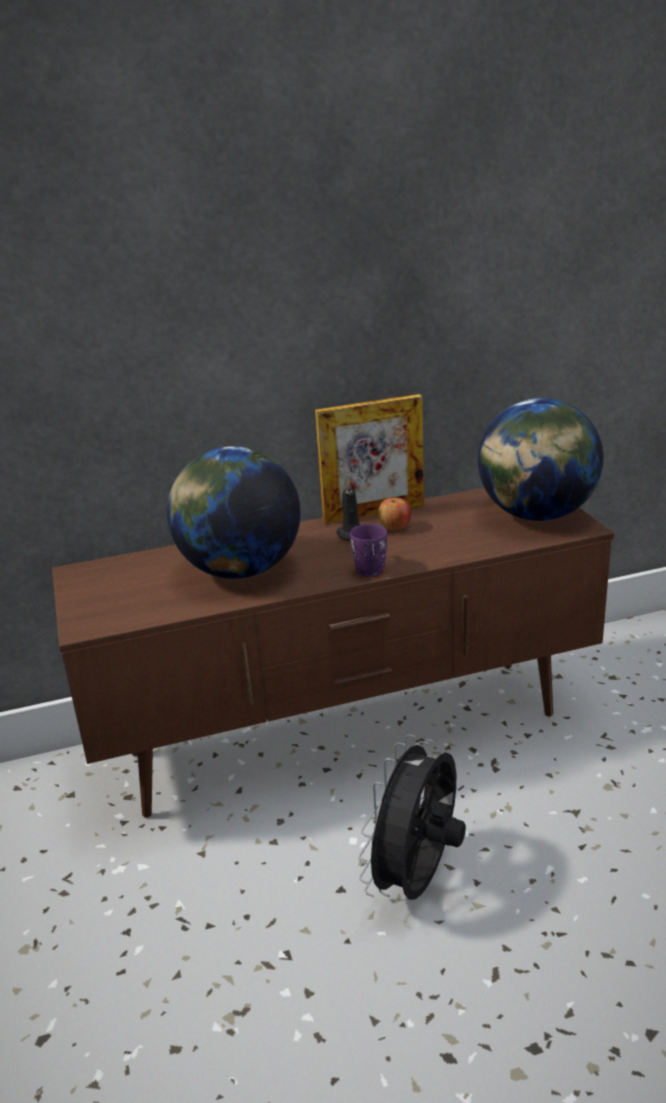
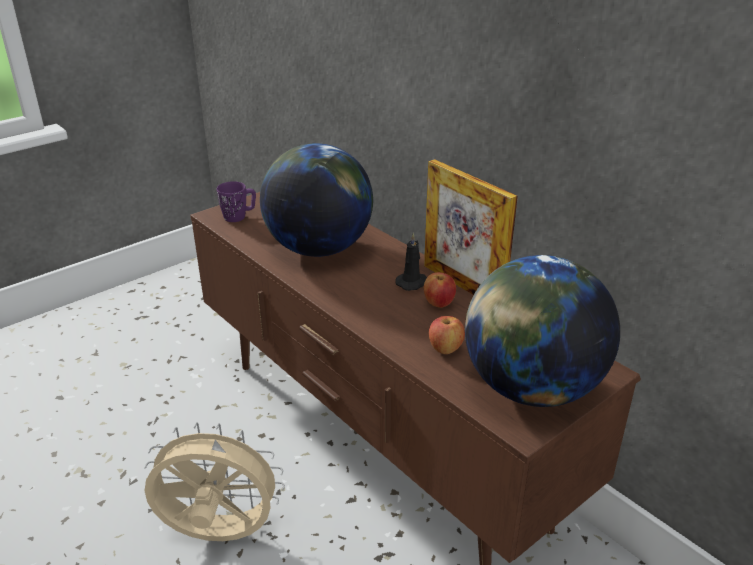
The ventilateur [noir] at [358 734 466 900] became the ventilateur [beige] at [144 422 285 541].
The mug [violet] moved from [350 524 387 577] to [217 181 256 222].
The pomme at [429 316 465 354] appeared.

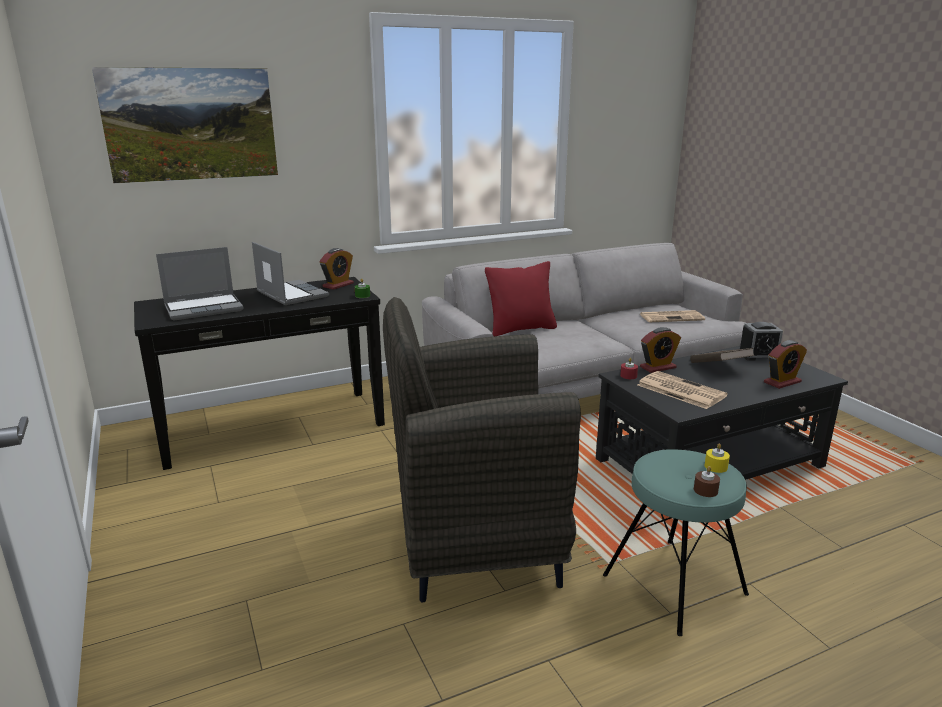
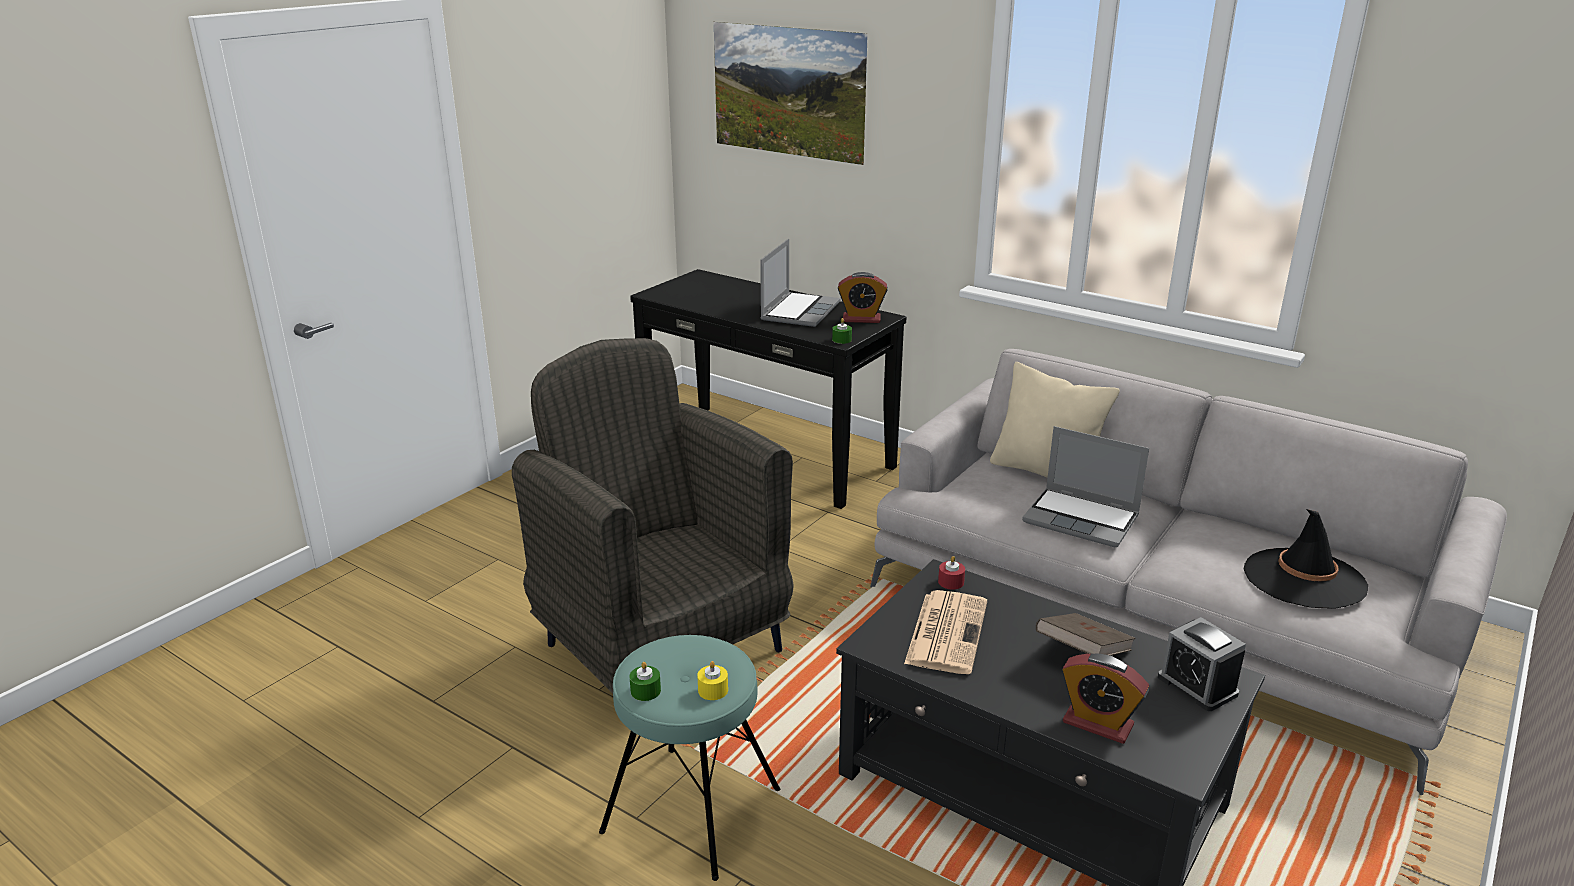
The bougie [marron] at [694 466 720 497] became the bougie [vert] at [630 662 661 701].
The coussin [rouge] at [485 261 557 336] became the coussin [beige] at [990 362 1120 478].
The ordinateur portable moved from [156 247 244 321] to [1022 426 1149 547].
The journal at [640 310 705 322] was replaced by the chapeau [noir] at [1244 509 1368 609].
The réveil at [640 327 681 373] disappeared.

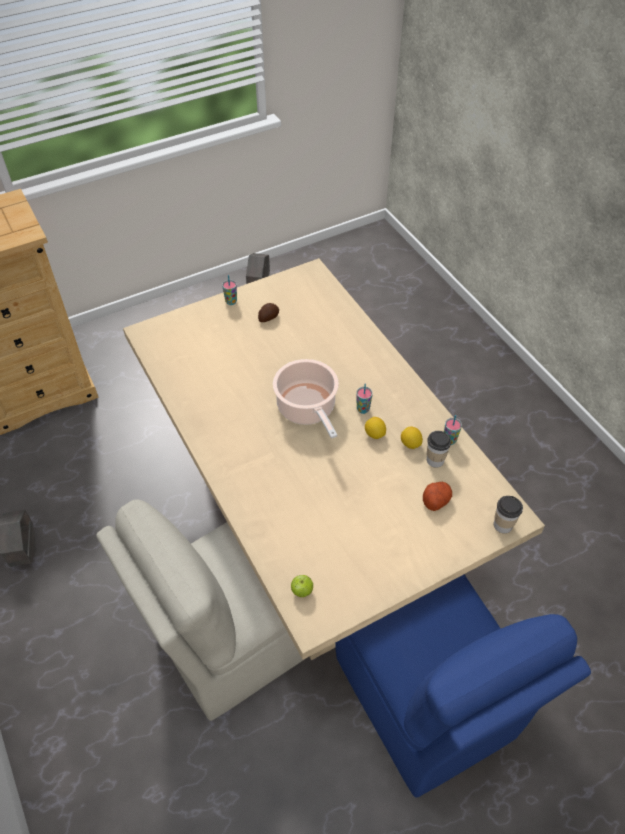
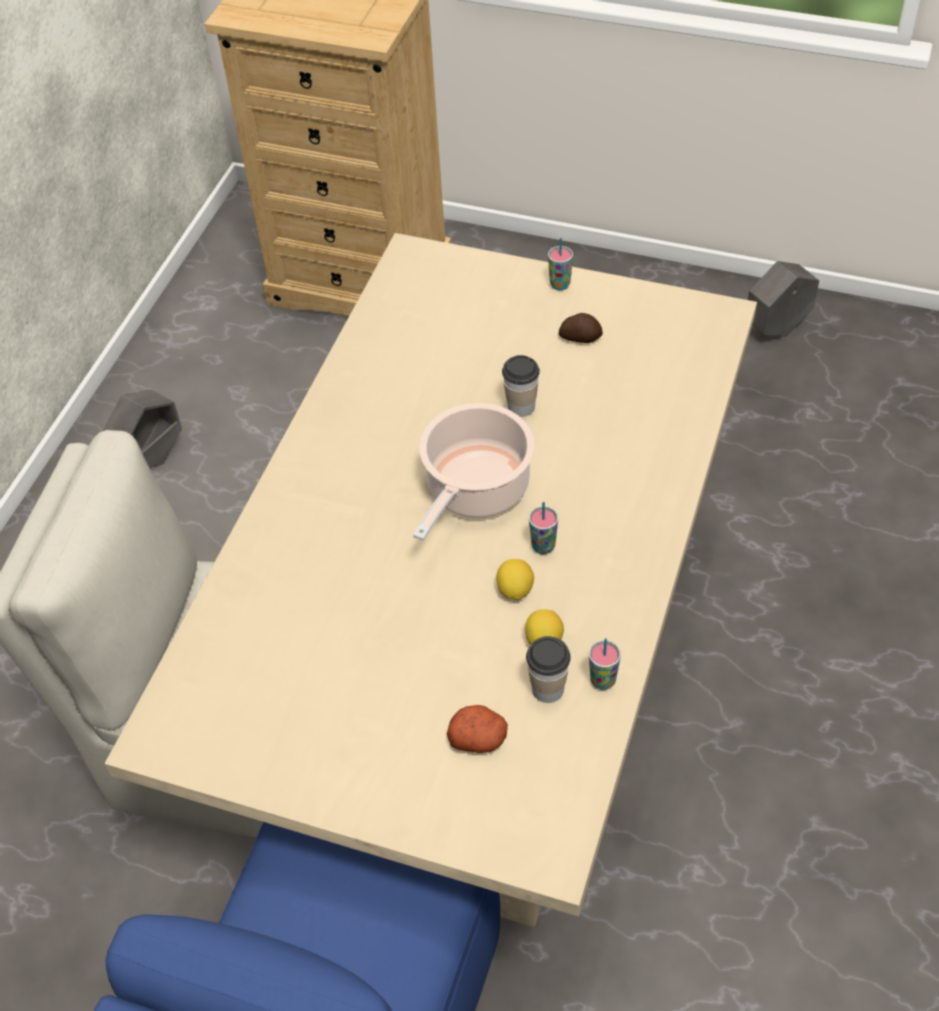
The tasse moved from [494 496 523 533] to [502 355 540 417].
The pomme at [291 575 313 597] disappeared.

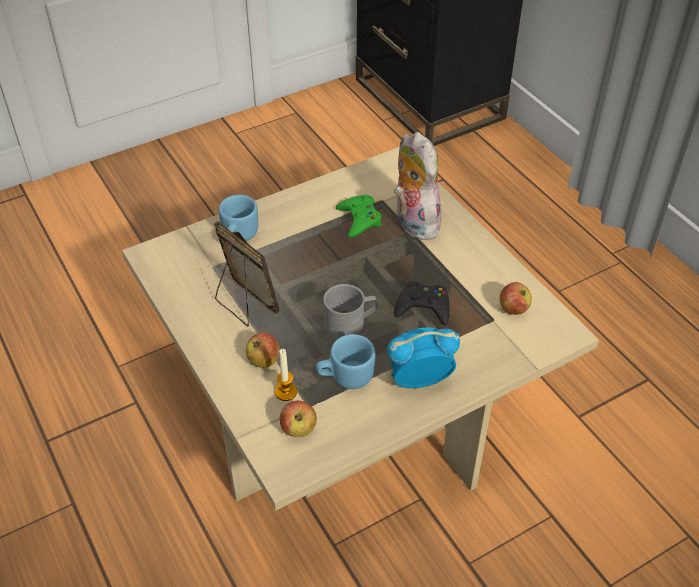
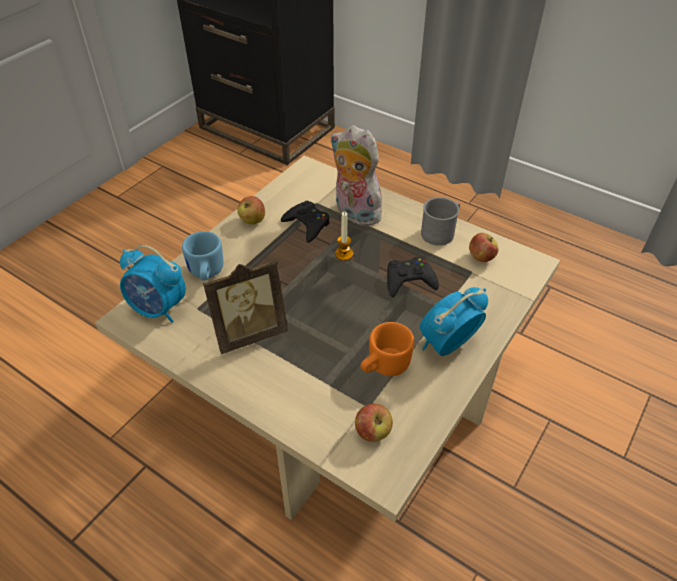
The réveil at [120 245 186 323] appeared.
The cadre photo at [214 221 280 326] turned 135 degrees clockwise.
The pomme moved from [246 332 279 368] to [237 196 265 225].
The manette [vert] at [336 195 381 238] became the manette [noir] at [281 201 330 243].
The bougie moved from [275 349 297 401] to [335 212 353 261].
The mug [bleu] at [316 334 376 389] became the mug [orange] at [361 322 414 376].
The mug [gris] moved from [323 284 378 339] to [421 197 460 246].

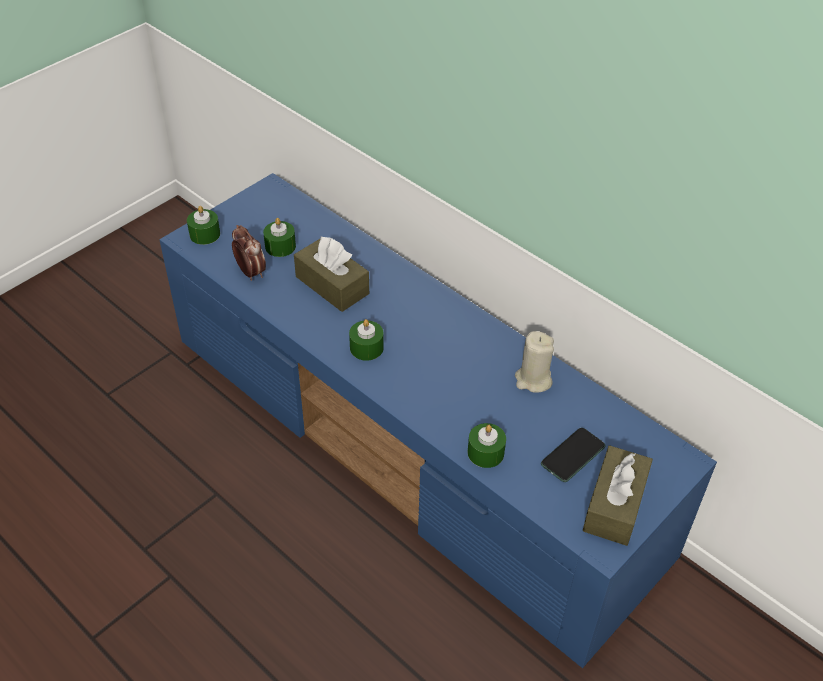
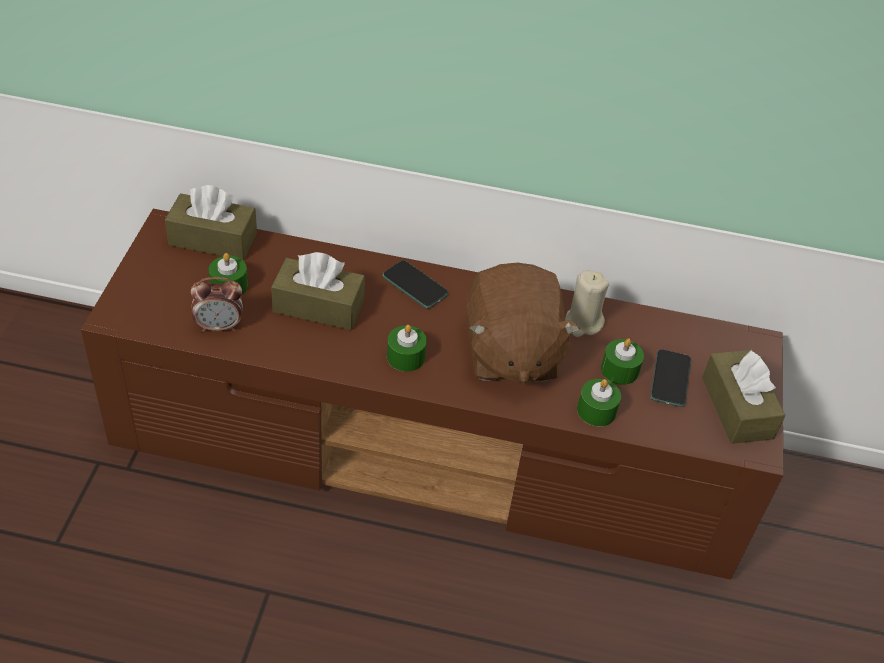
The meuble télé [bleu] at [159 173 717 668] became the meuble télé [marron] at [81 209 783 580].
The boîte à mouchoirs [marron] at [165 185 257 260] appeared.
The réveil at [232 225 266 281] turned 150 degrees clockwise.
The téléphone at [382 260 449 309] appeared.
The peluche [marron] at [467 262 580 383] appeared.
The bougie [vert] moved from [187 206 220 245] to [601 338 644 385].

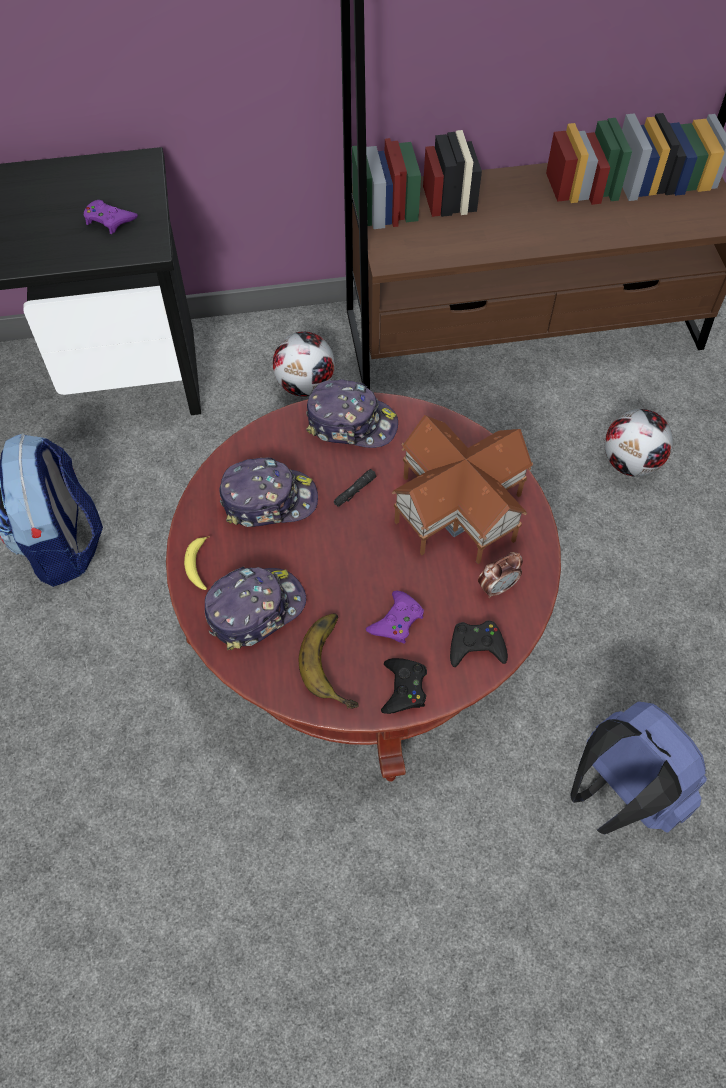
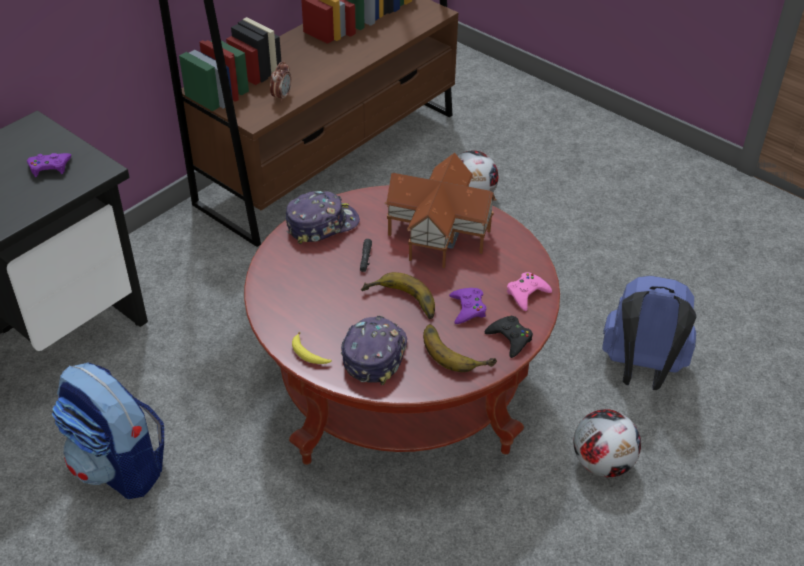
The réveil moved from [478 552 523 598] to [270 61 292 103].
The banane at [361 272 435 319] appeared.
The manette [noir] at [450 621 508 667] became the manette [rose] at [507 272 552 311].
The ballon de foot moved from [273 332 335 397] to [574 409 641 477].
The casquette at [220 458 318 527] disappeared.

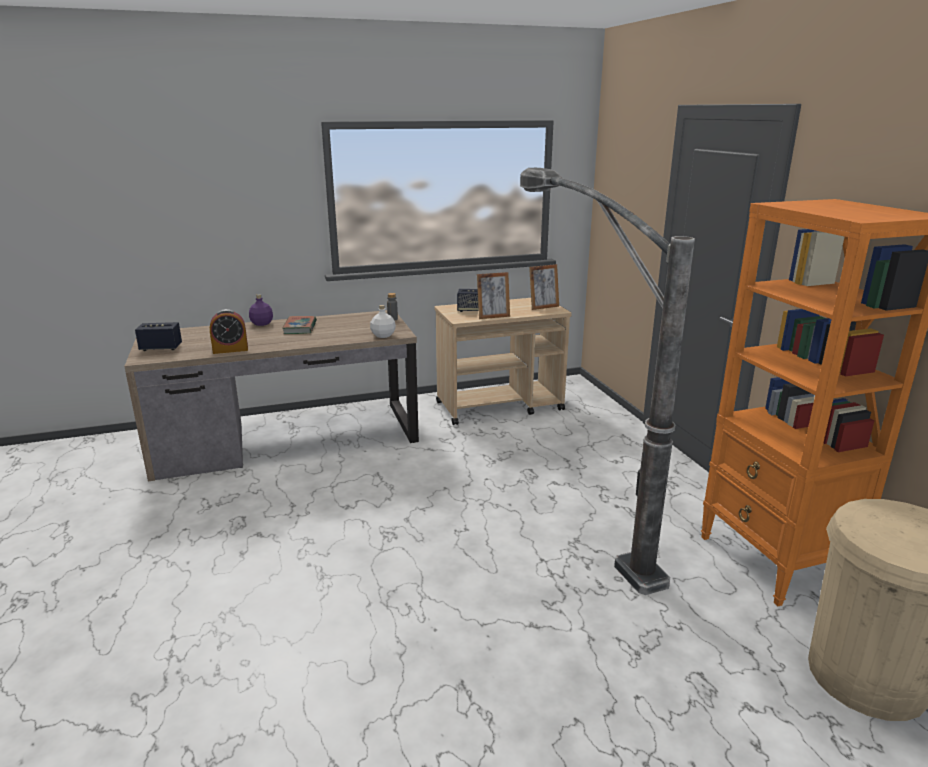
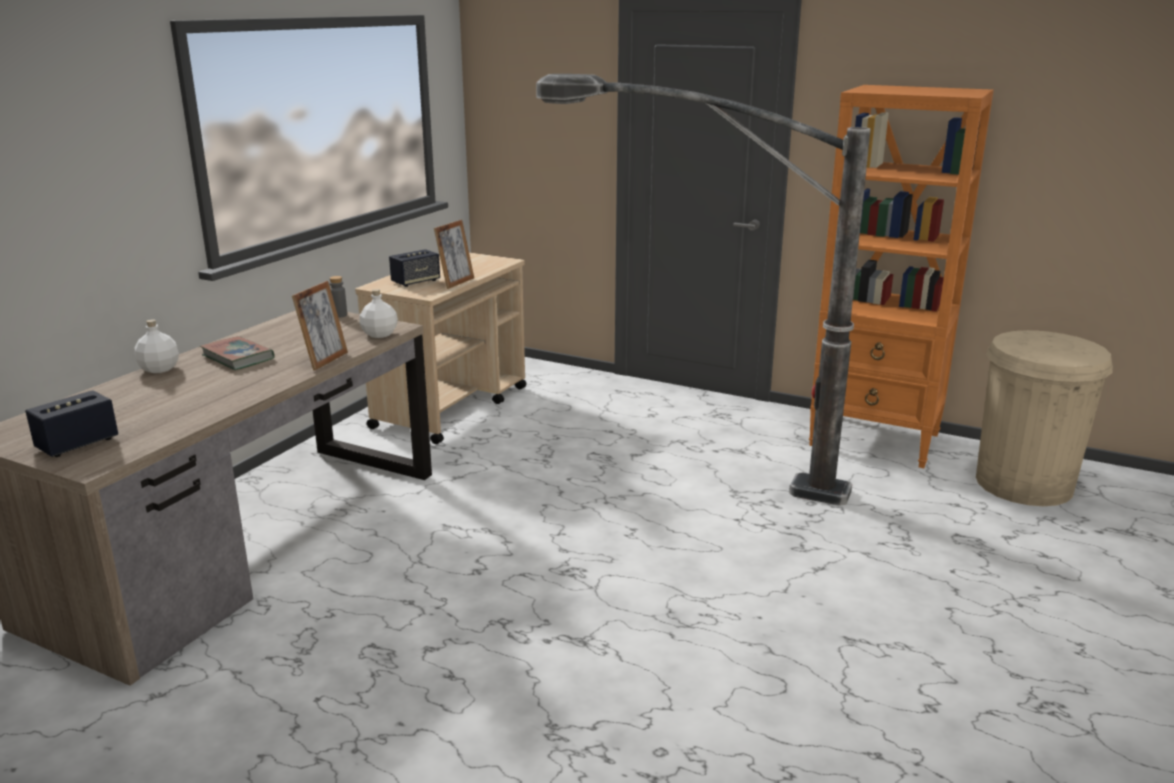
The bouteille [violet] at [249 294 273 326] became the bouteille [blanc] at [135 319 179 373].
The cadre photo moved from [529 264 559 310] to [292 281 348 371].
The réveil at [210 309 248 354] disappeared.

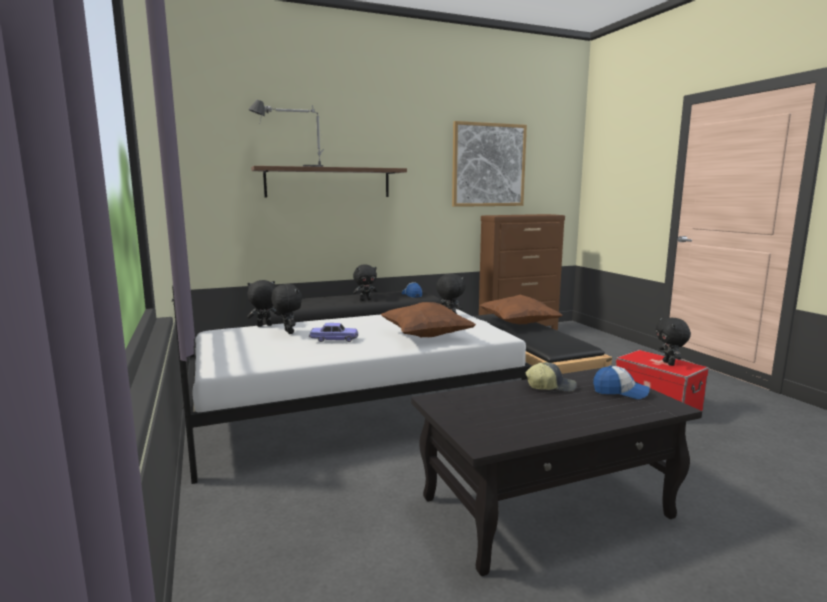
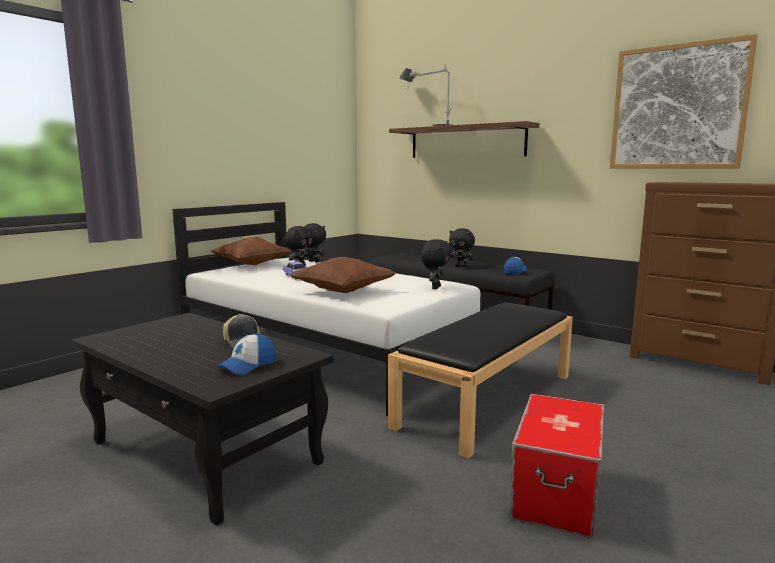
The coussin [marron] moved from [480 295 562 324] to [211 237 292 265].
The casquette at [593 366 650 399] turned 45 degrees clockwise.
The peluche [noir] at [656 318 691 366] disappeared.

